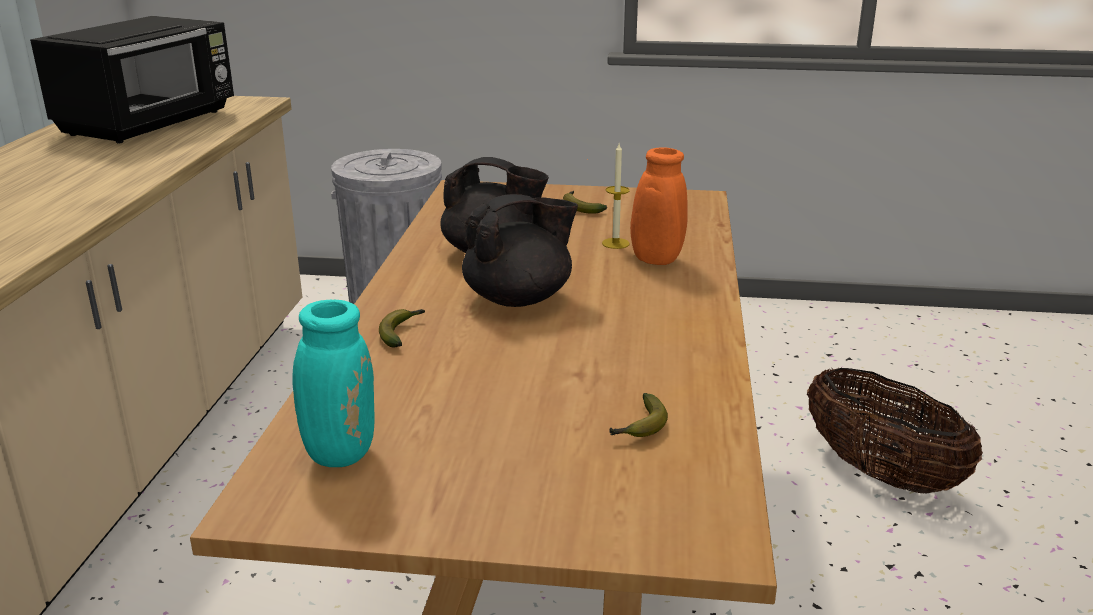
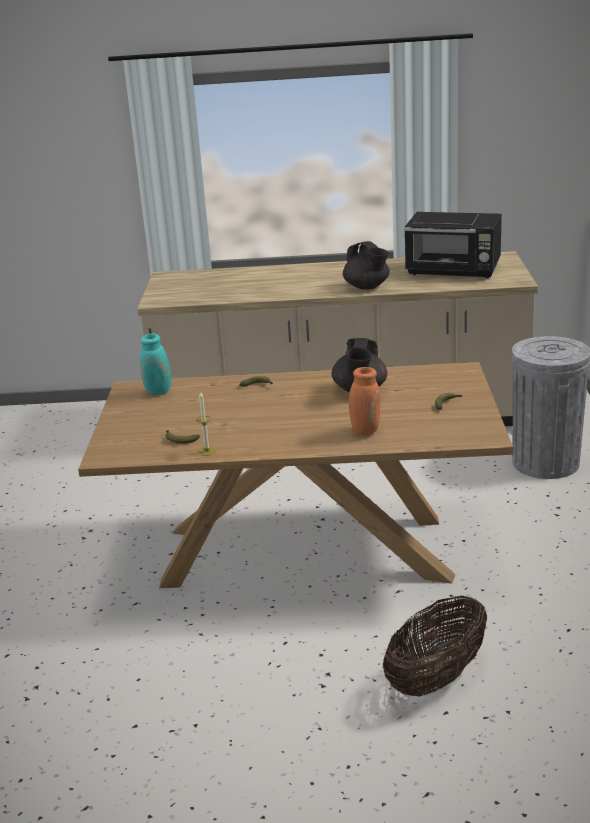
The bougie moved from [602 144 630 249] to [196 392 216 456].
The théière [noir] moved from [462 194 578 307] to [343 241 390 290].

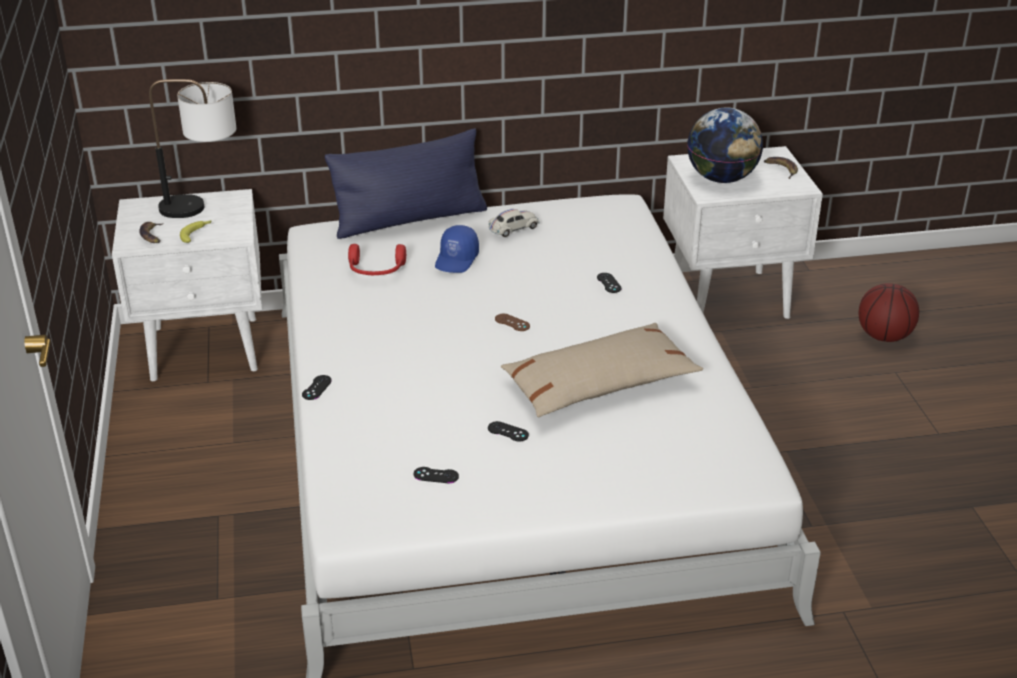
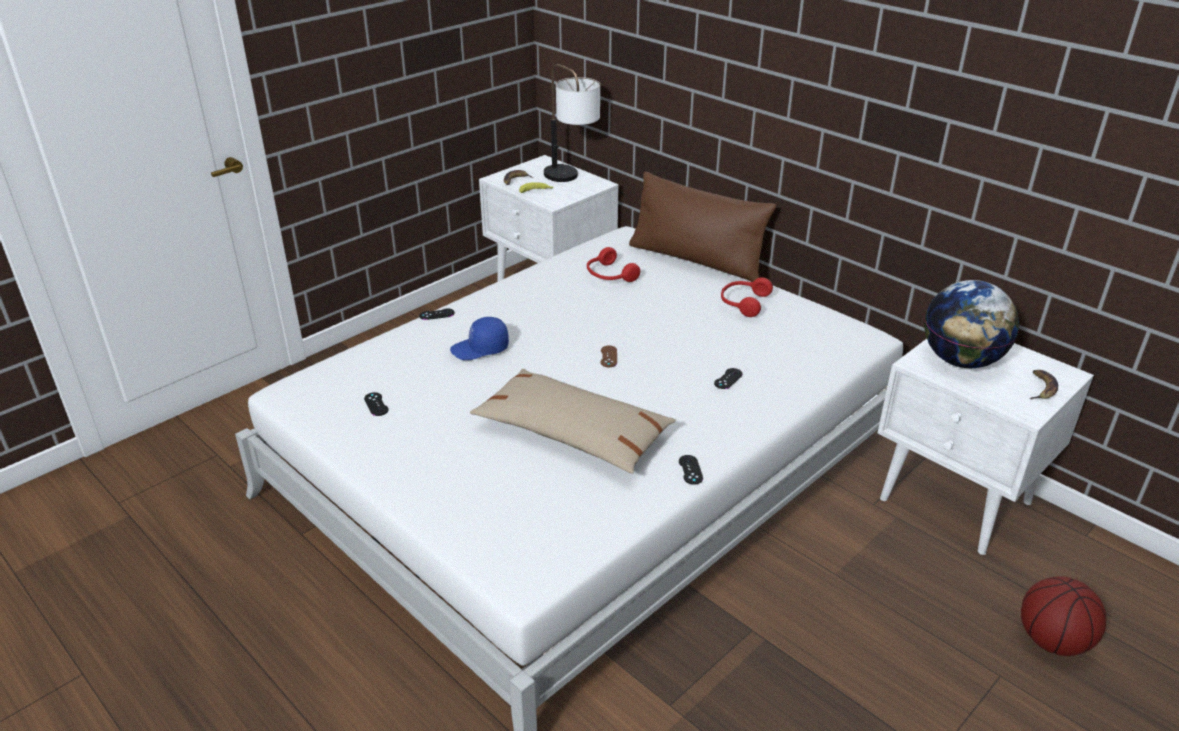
The casquette [bleu] moved from [435 225 479 273] to [450 317 509 360].
The coussin [bleu] at [325 129 487 239] became the coussin [marron] at [629 171 776 282].
The manette [noir] moved from [488 421 529 442] to [679 455 703 485].
The petite voiture [blanc] at [489 209 540 237] was replaced by the casque audio [rouge] at [721 277 773 317].

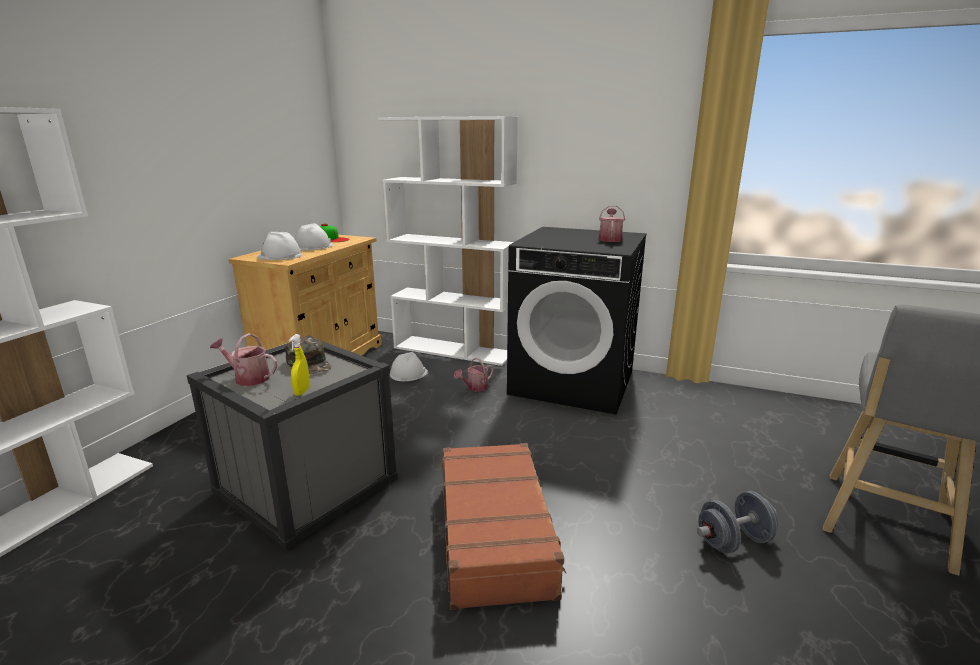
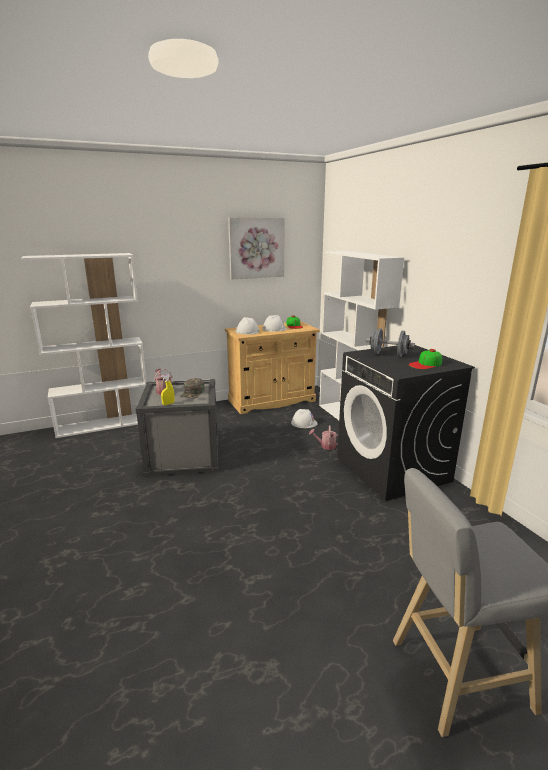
The tableau at [228 217 285 279] appeared.
The haltère [gris] moved from [697 491 778 554] to [366 328 415 357].
The arrosoir at [599 205 625 242] was replaced by the casquette at [409 349 442 369].
The valise [marron] at [442 443 566 610] disappeared.

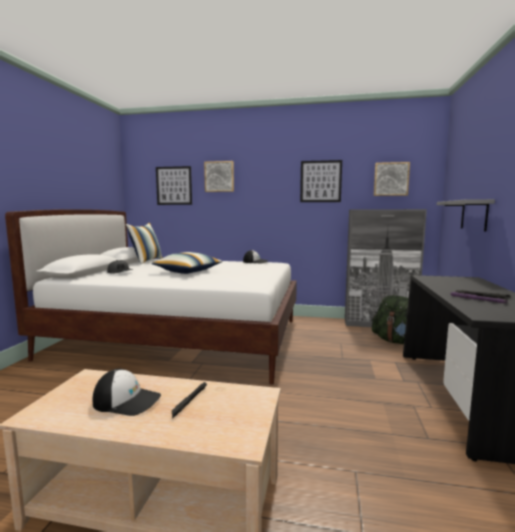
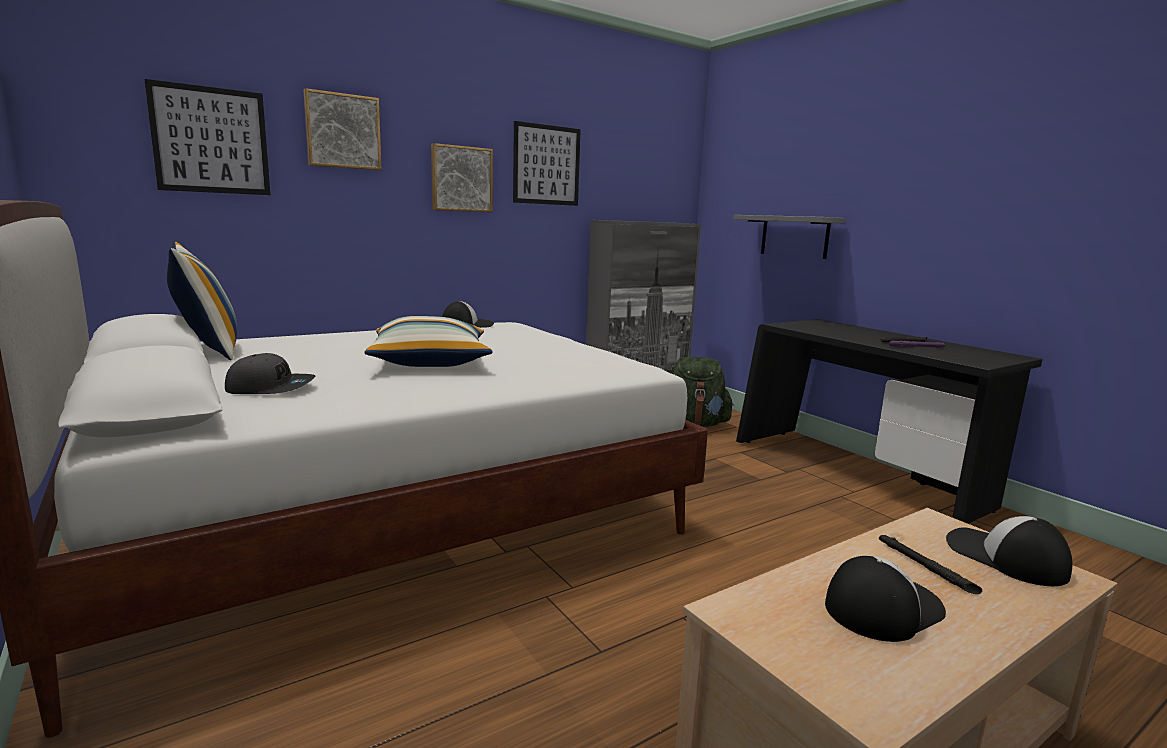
The tableau moved from [374 162 410 196] to [431 143 493 212].
The casquette at [946 516 1072 586] appeared.

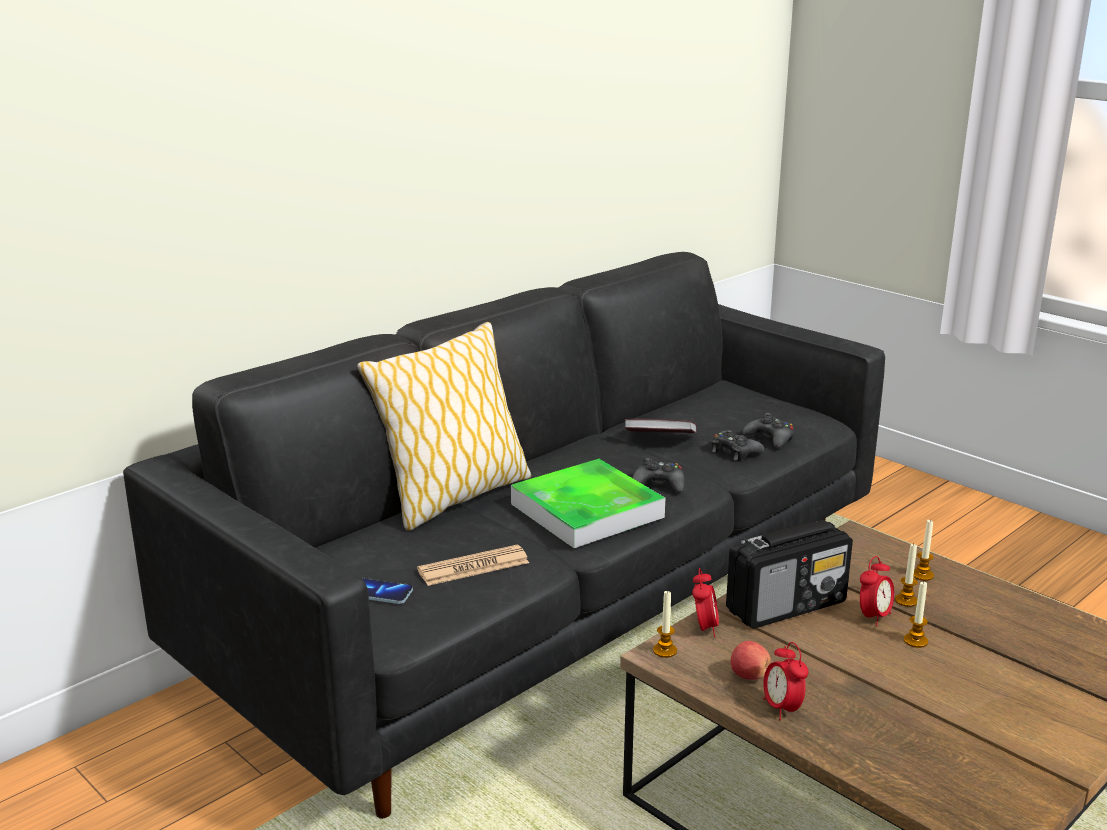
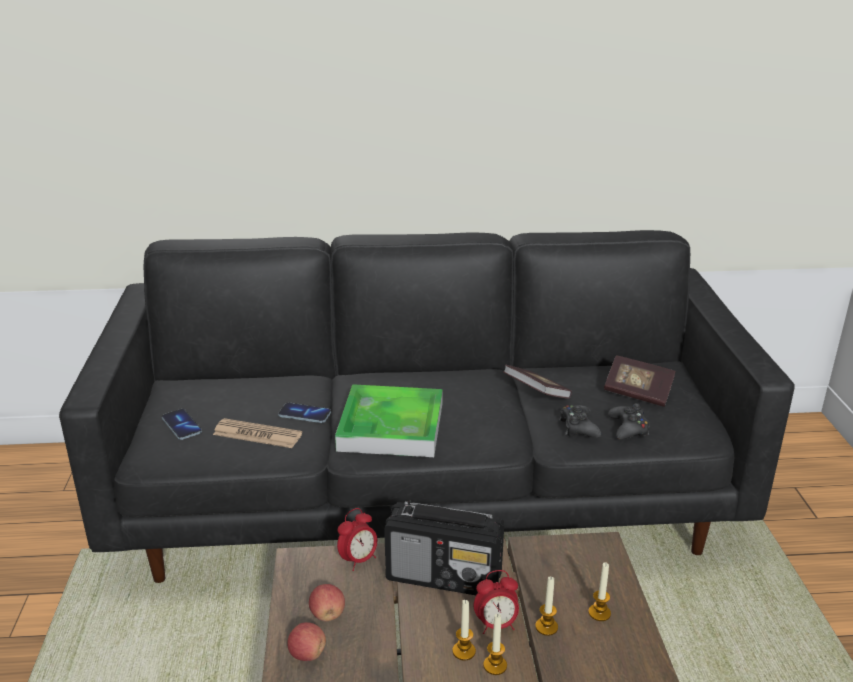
The téléphone at [278 402 331 423] appeared.
The réveil at [763 642 809 720] was replaced by the pomme at [287 622 326 661].
The bougie moved from [653 590 677 658] to [452 600 476 660].
The livre at [604 355 676 407] appeared.
The coussin at [357 322 531 531] disappeared.
The manette [noir] at [632 458 685 493] disappeared.

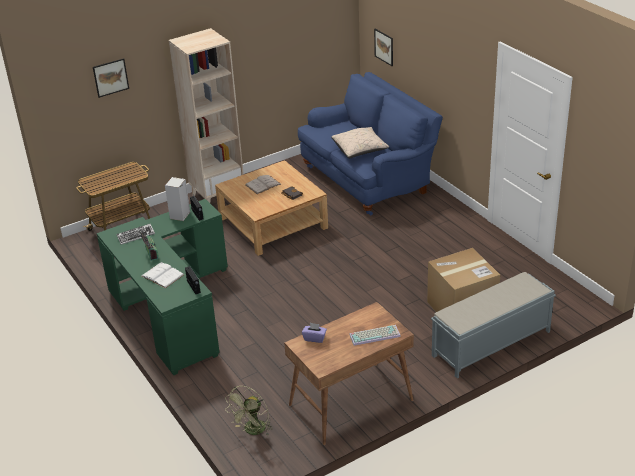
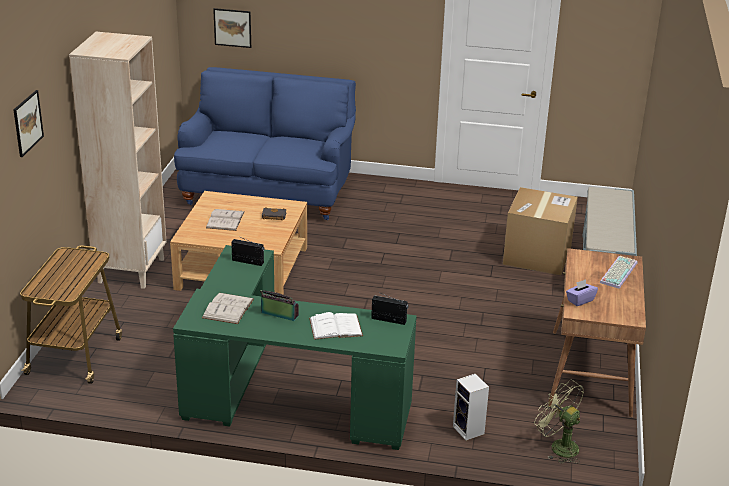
The clavier at [116 224 155 245] was replaced by the livre [blanc] at [202 293 254 324].
The enceinte moved from [165 177 190 221] to [453 374 489 441].
The ventilateur [vert] at [225 386 273 435] turned 150 degrees clockwise.
The coussin [beige] at [332 127 389 158] disappeared.

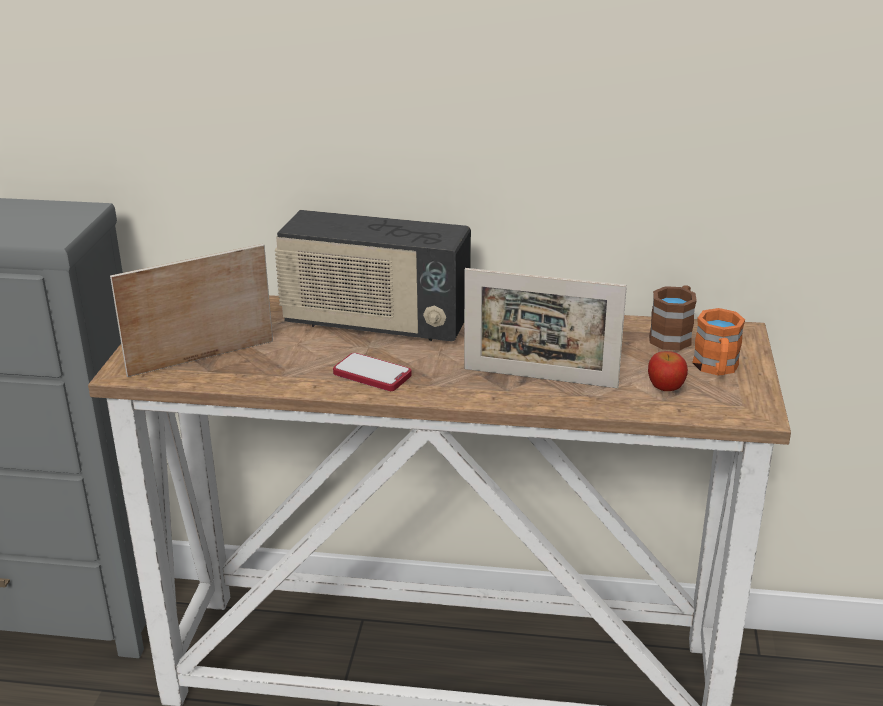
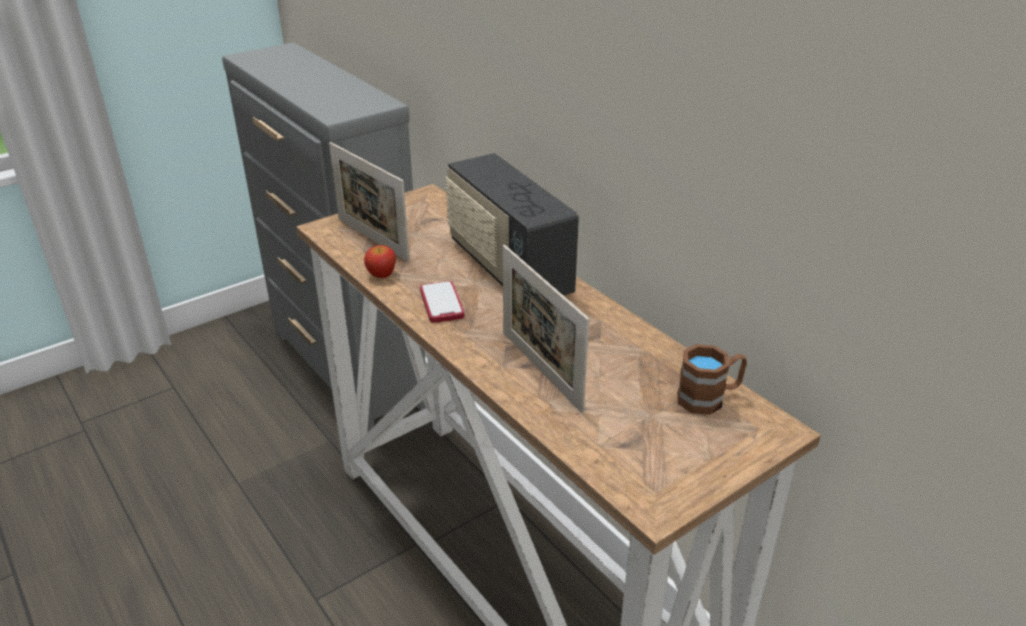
The cadre photo at [110 244 273 377] turned 150 degrees counterclockwise.
The pomme moved from [648 351 688 391] to [364 245 396 278].
The mug [orange] at [692 308 745 375] disappeared.

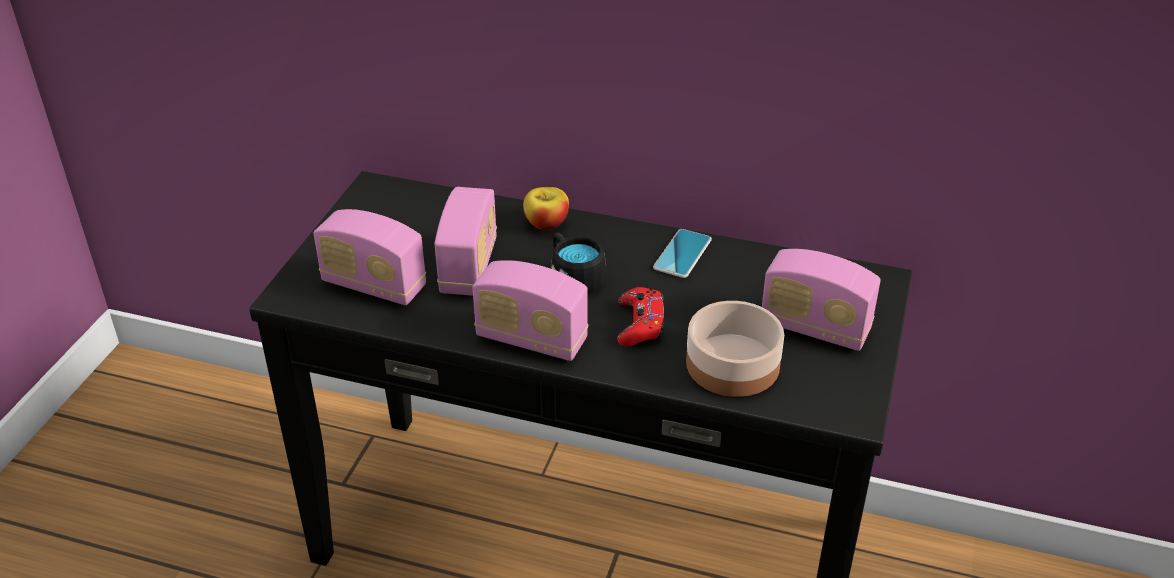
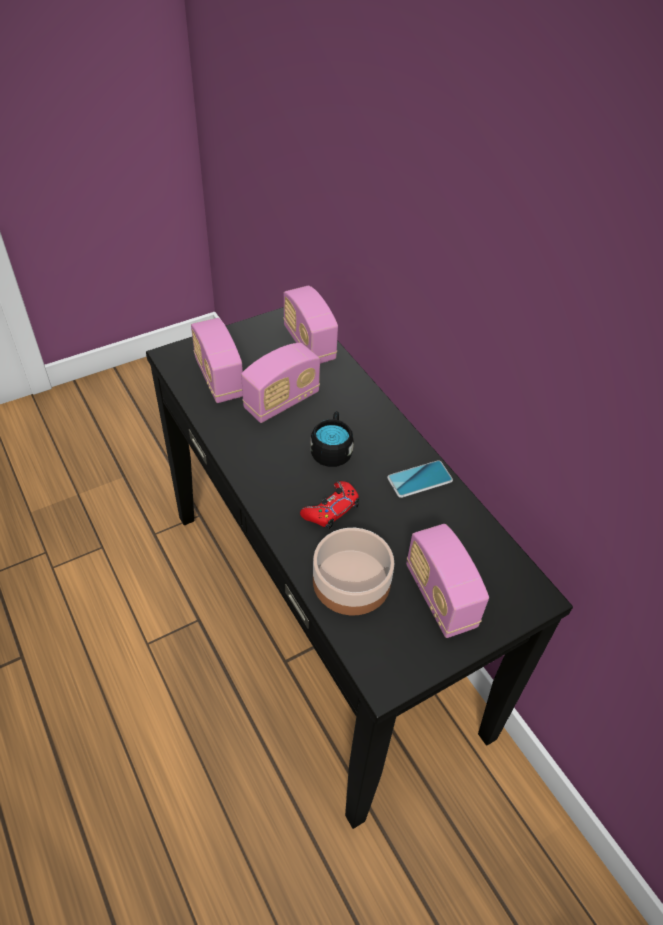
The radio moved from [473 260 588 361] to [283 286 338 364].
The pomme at [523 187 569 230] disappeared.

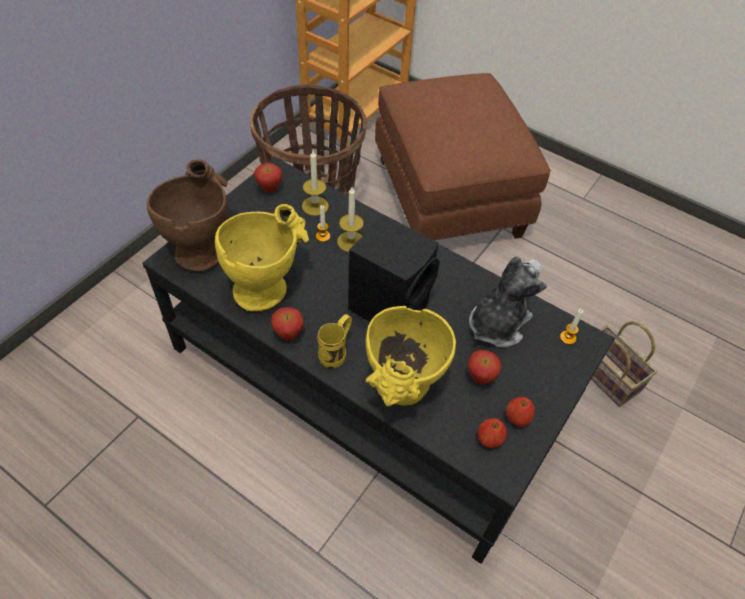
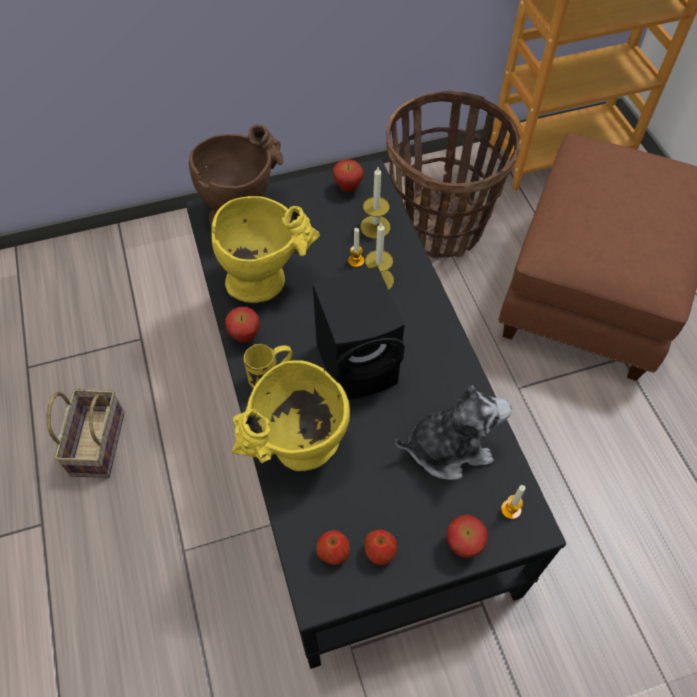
The panier moved from [591 321 657 407] to [47 389 125 478].
The pomme moved from [468 350 501 384] to [447 514 488 558].

